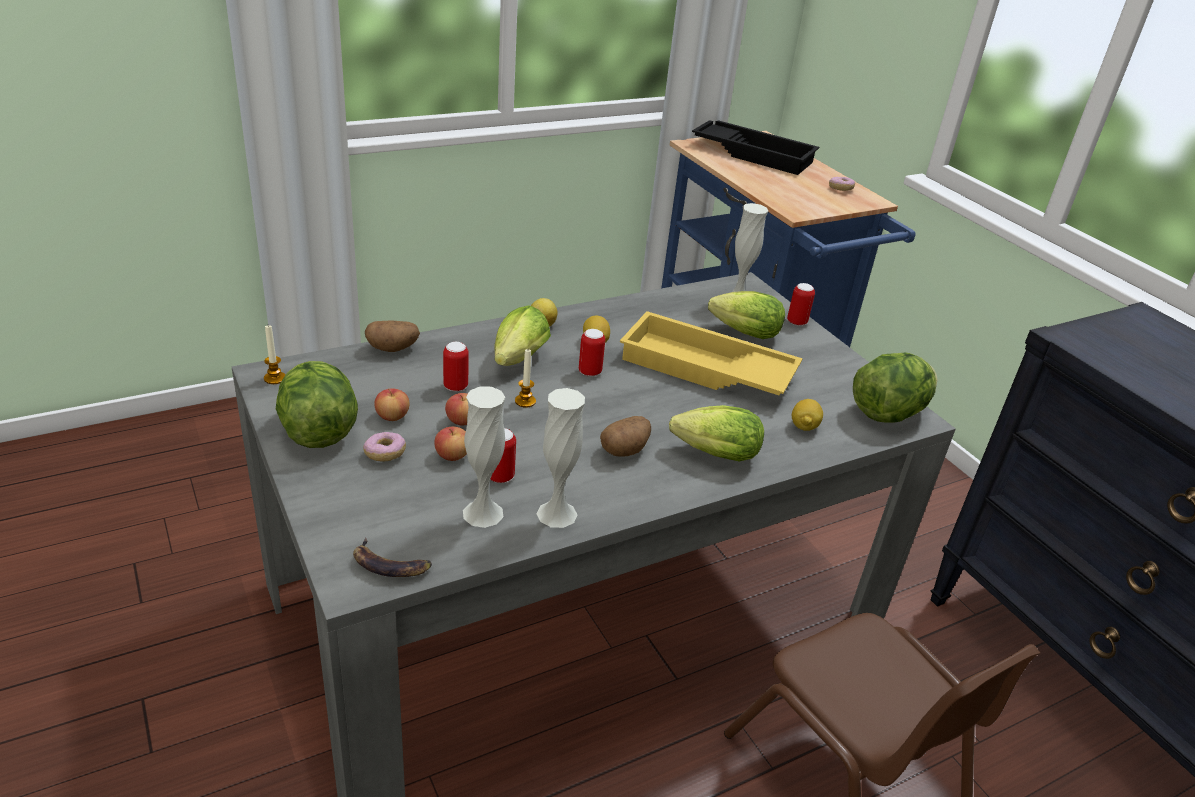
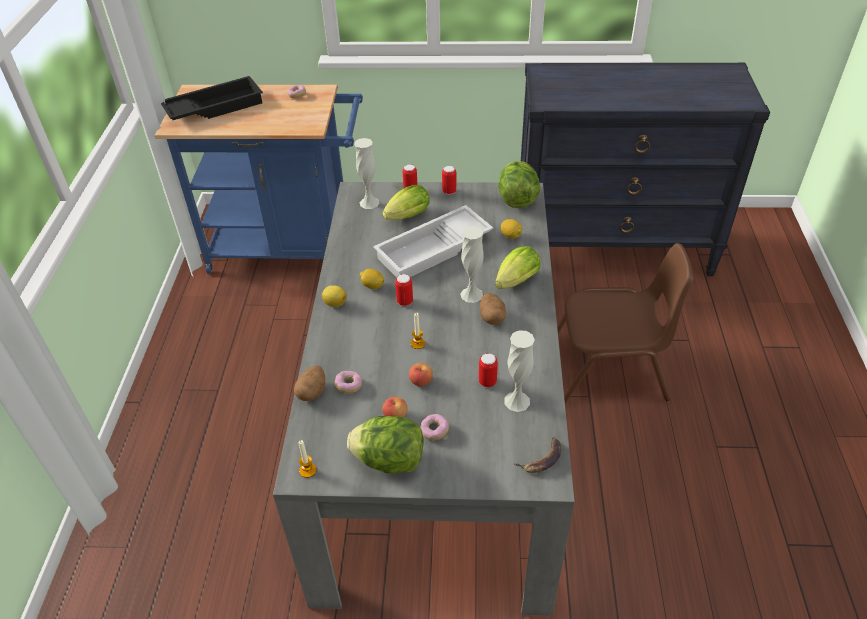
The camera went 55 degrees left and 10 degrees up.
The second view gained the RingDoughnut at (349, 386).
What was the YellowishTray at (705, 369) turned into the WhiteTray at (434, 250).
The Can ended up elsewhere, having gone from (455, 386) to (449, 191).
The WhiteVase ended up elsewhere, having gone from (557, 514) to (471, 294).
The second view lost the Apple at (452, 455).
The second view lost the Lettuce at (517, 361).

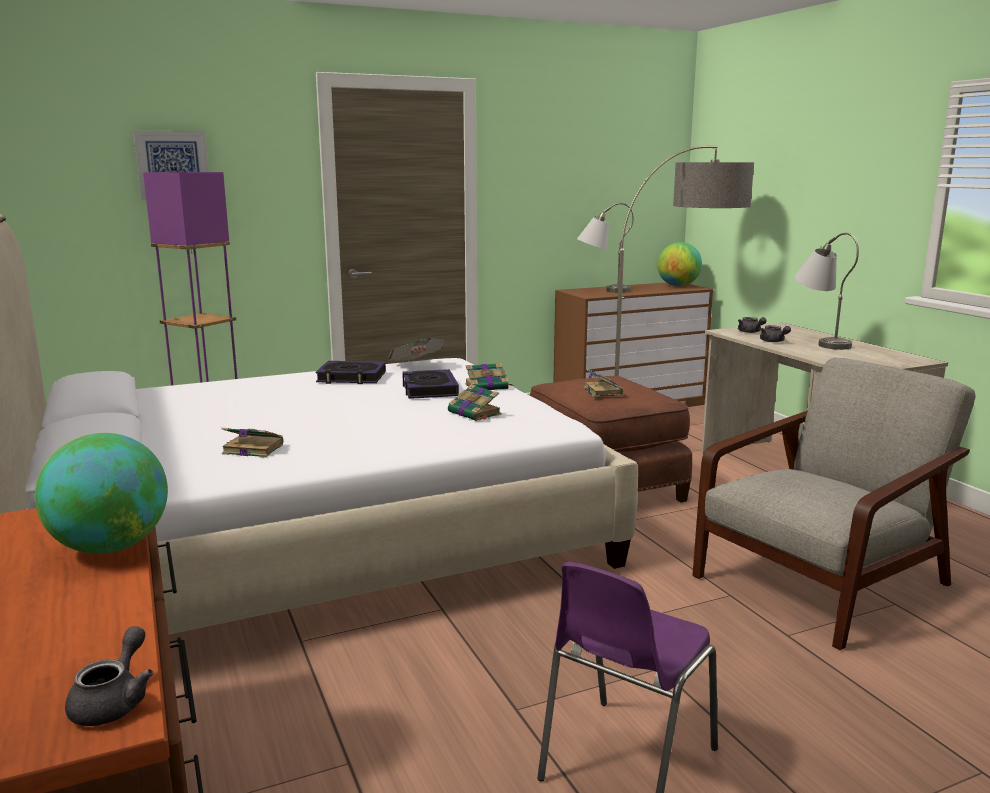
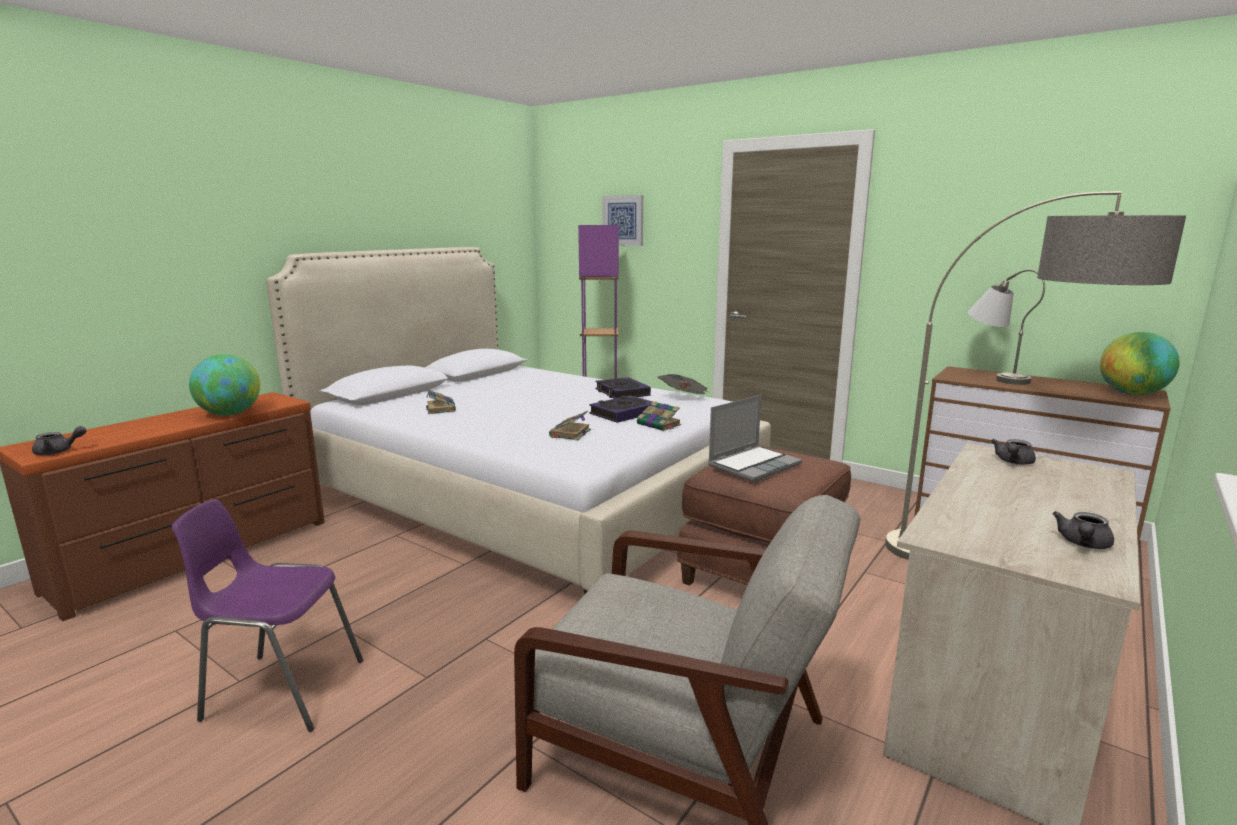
The camera went 60 degrees right and 0 degrees up.
Where the Volume stood at (602, 391), the Laptop came to stand at (754, 465).
The GreyishTeapot ended up elsewhere, having gone from (773, 341) to (1083, 544).
The second view lost the GreyishTabletopLamp at (819, 342).

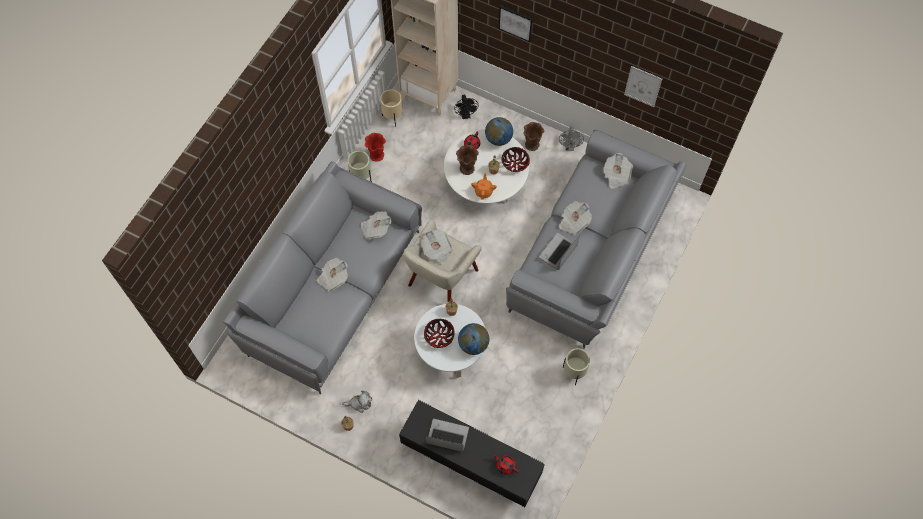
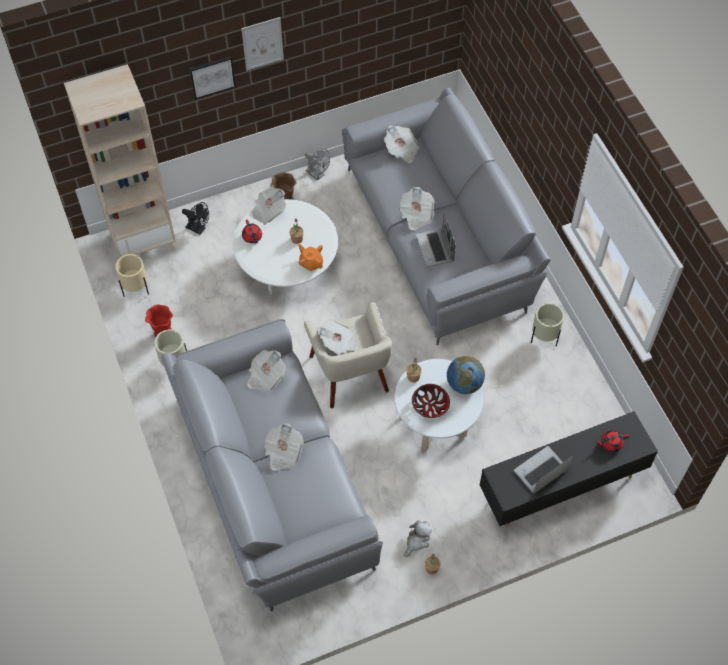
The camera went 50 degrees left and 5 degrees down.
The WallPicture ended up elsewhere, having gone from (643, 86) to (262, 43).
Where the WorldGlobe stood at (498, 139), the Newspaper came to stand at (268, 211).
The second view lost the BrownishVase at (467, 168).
The second view lost the Bowl at (515, 164).

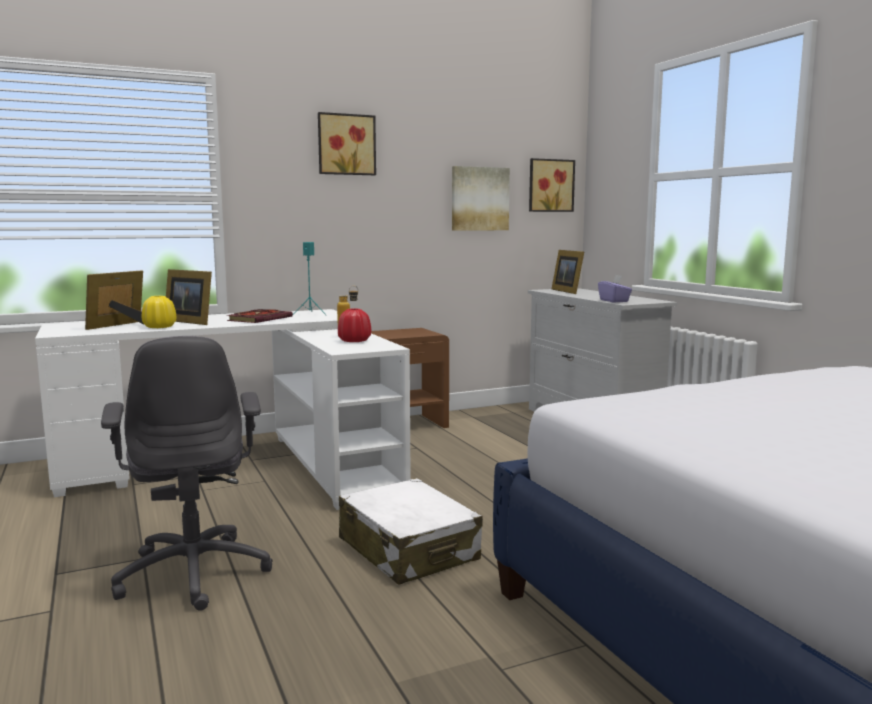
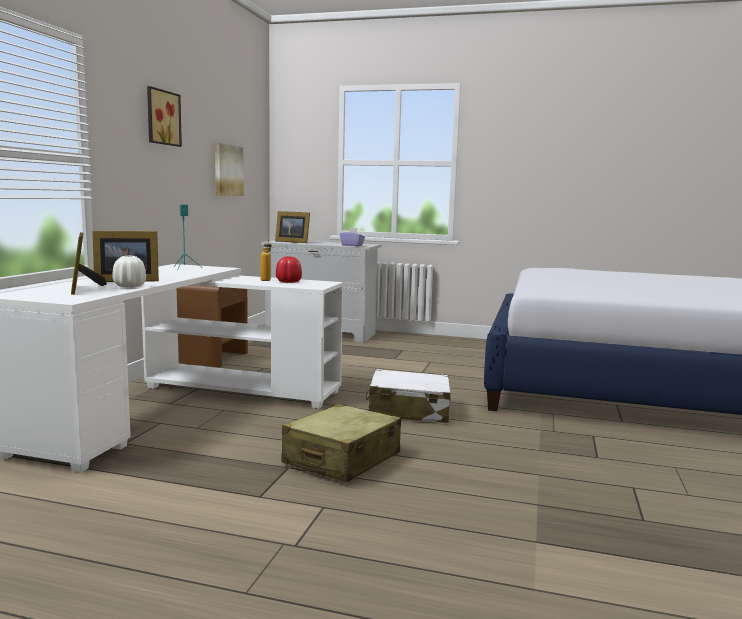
The camera went 50 degrees left and 0 degrees up.
What was the YellowishVase at (159, 327) turned into the WhiteVase at (130, 286).
Where the GreyishDeskChair stood at (194, 572), the BeigeTravelCase came to stand at (341, 459).
The second view lost the Volume at (260, 319).
The second view lost the WallPicture at (550, 185).

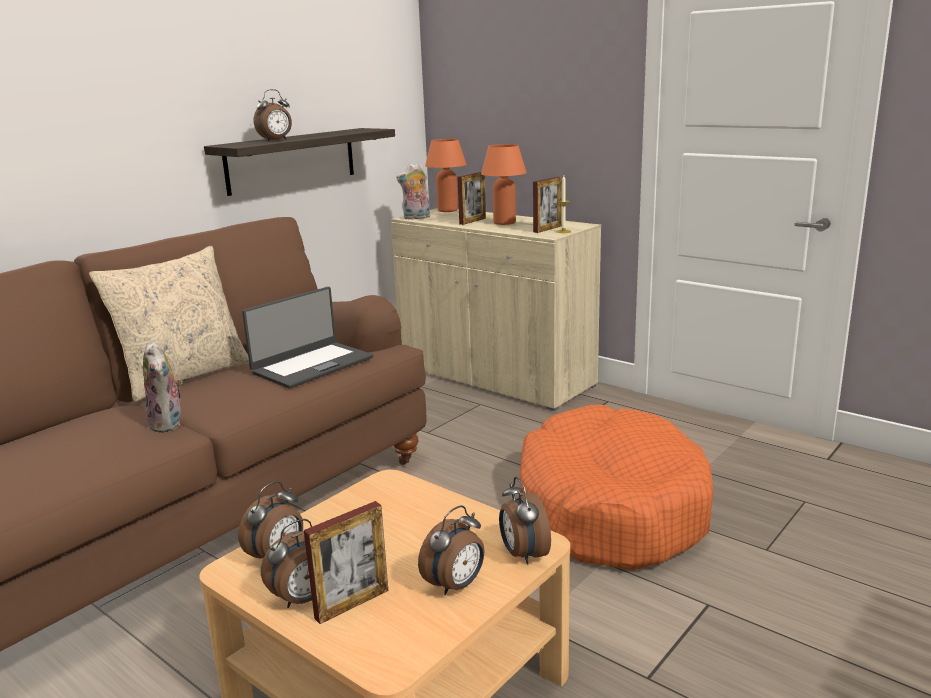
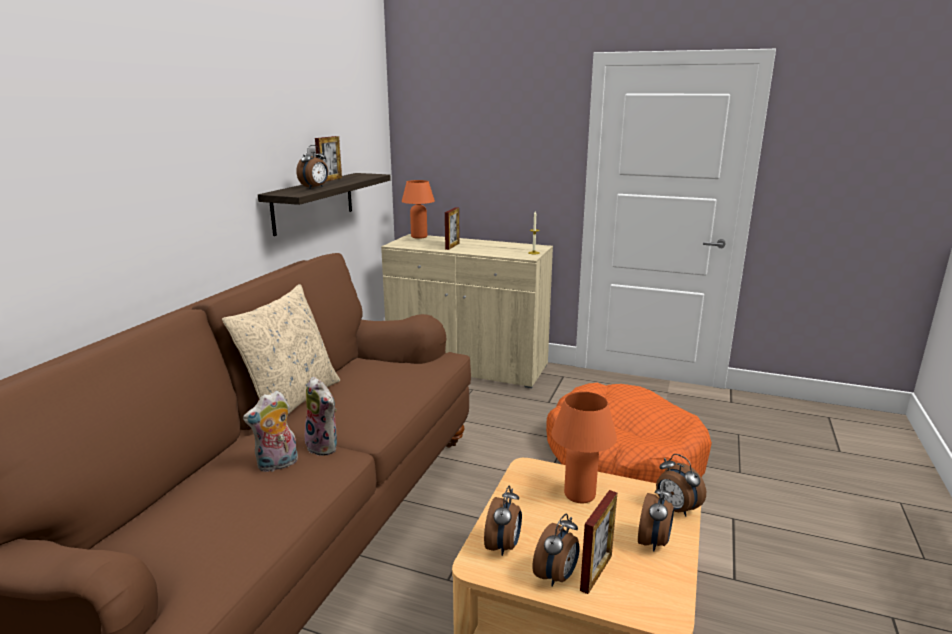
The camera went 20 degrees left and 0 degrees up.
The PlushToy ended up elsewhere, having gone from (416, 218) to (277, 465).
The StandingFrame ended up elsewhere, having gone from (547, 229) to (330, 180).
The OrangeyTabletopLamp ended up elsewhere, having gone from (504, 223) to (579, 495).
The second view lost the Laptop at (312, 365).

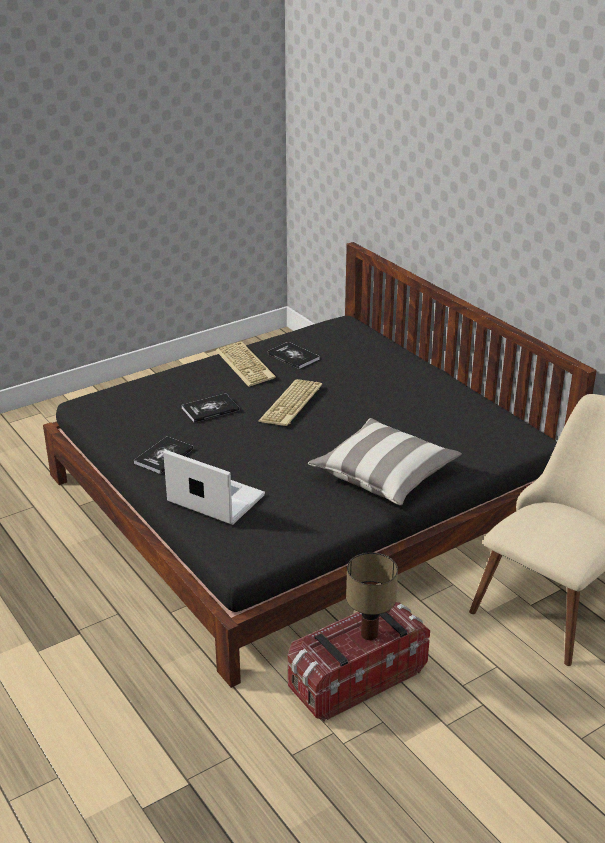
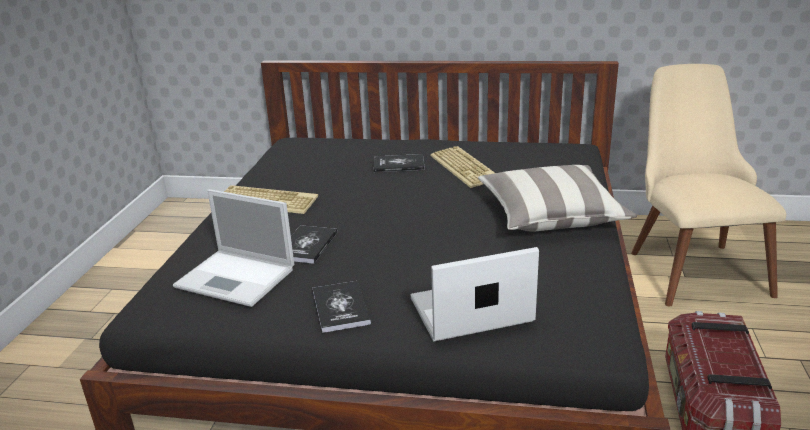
The camera went 45 degrees left and 5 degrees down.
The second view gained the Laptop at (237, 278).
The Volume ended up elsewhere, having gone from (293, 356) to (398, 164).
The ComputerKeyboard ended up elsewhere, having gone from (292, 404) to (465, 168).
The second view lost the TabletopLamp at (368, 634).

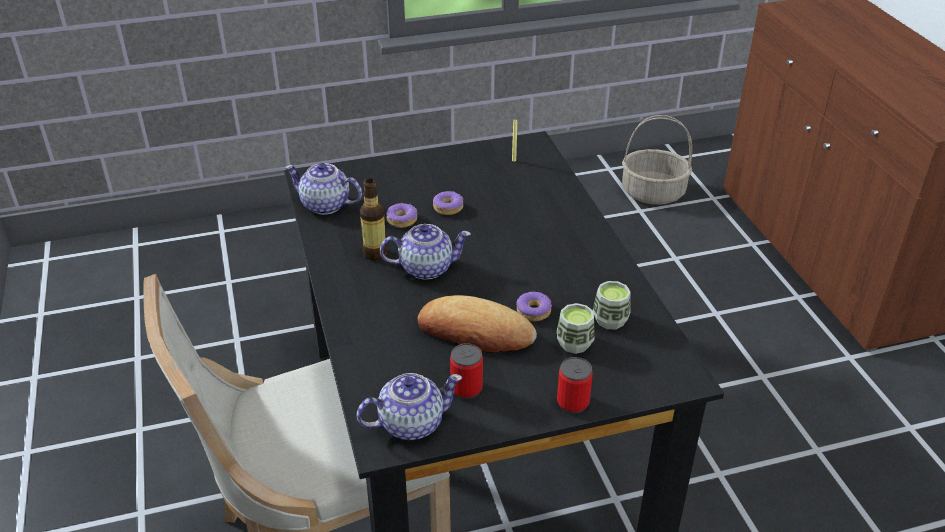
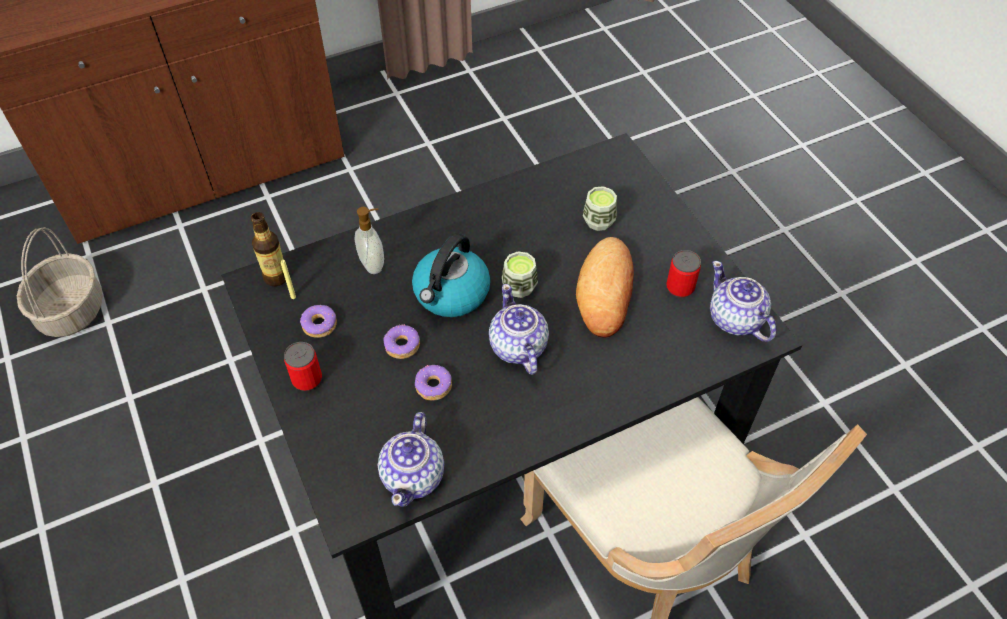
The camera went 100 degrees left and 15 degrees up.
The Bottle ended up elsewhere, having gone from (375, 253) to (276, 277).
The Can ended up elsewhere, having gone from (573, 402) to (307, 379).
The RingDoughnut ended up elsewhere, having gone from (533, 311) to (320, 325).
The second view gained the SoapDispenser at (373, 264).
The second view gained the TeaKettle at (451, 294).
The SmallCup ended up elsewhere, having gone from (610, 320) to (519, 286).

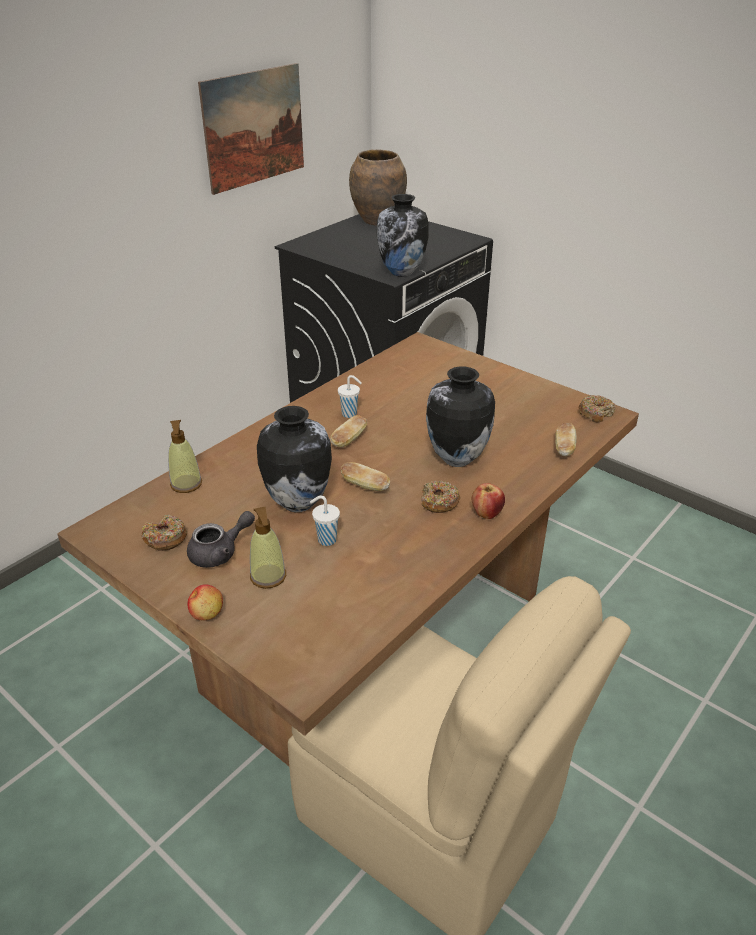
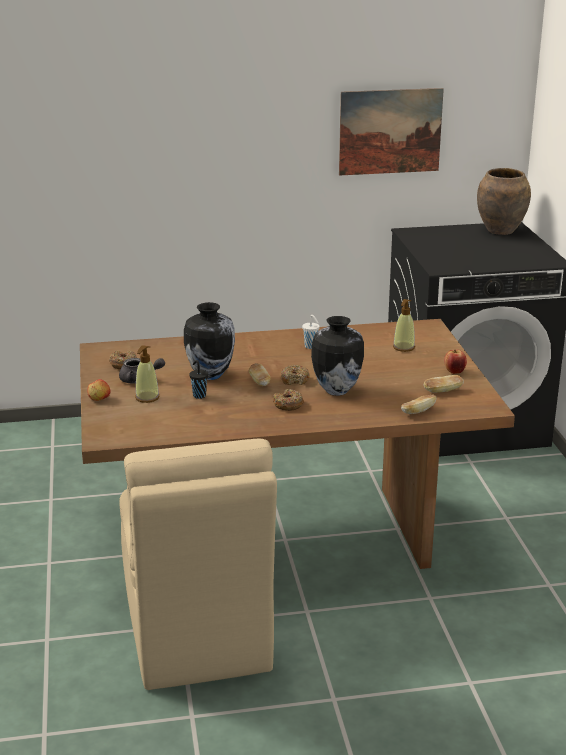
The camera went 40 degrees right and 10 degrees down.
What was the WhiteSmallCup at (326, 539) turned into the BlackishSmallCup at (199, 395).
The RingDoughnut ended up elsewhere, having gone from (595, 413) to (295, 380).
The SoapDispenser ended up elsewhere, having gone from (186, 484) to (403, 347).
The Bread ended up elsewhere, having gone from (349, 440) to (443, 391).
The Apple ended up elsewhere, having gone from (486, 514) to (454, 372).
The second view lost the Vase at (402, 273).

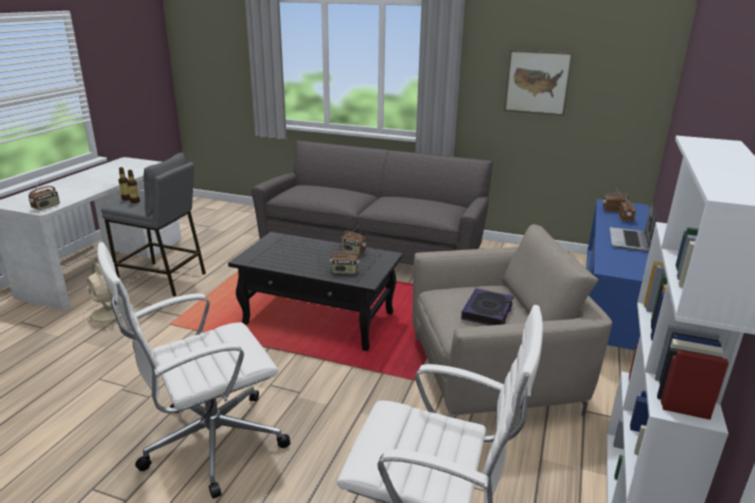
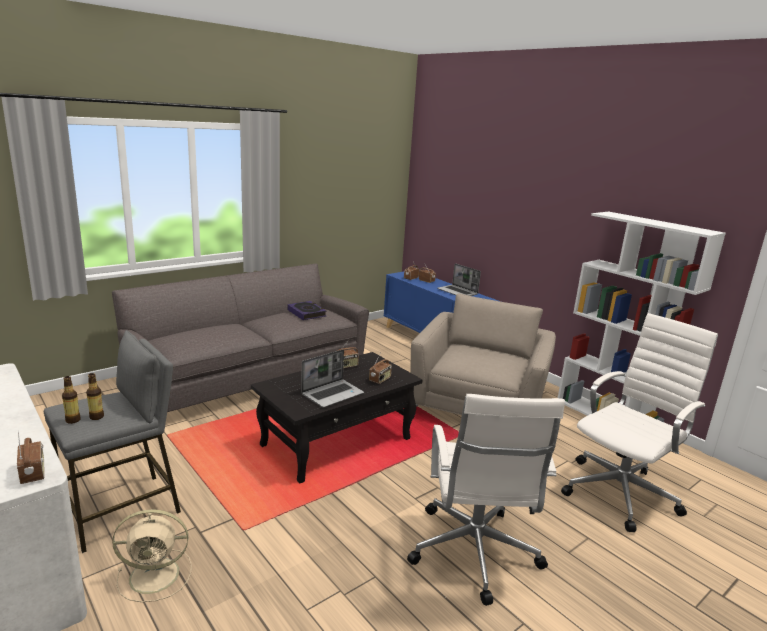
The camera went 60 degrees left and 5 degrees down.
The Volume ended up elsewhere, having gone from (487, 312) to (306, 313).
The second view gained the Laptop at (333, 394).
The second view lost the WallPicture at (537, 82).

